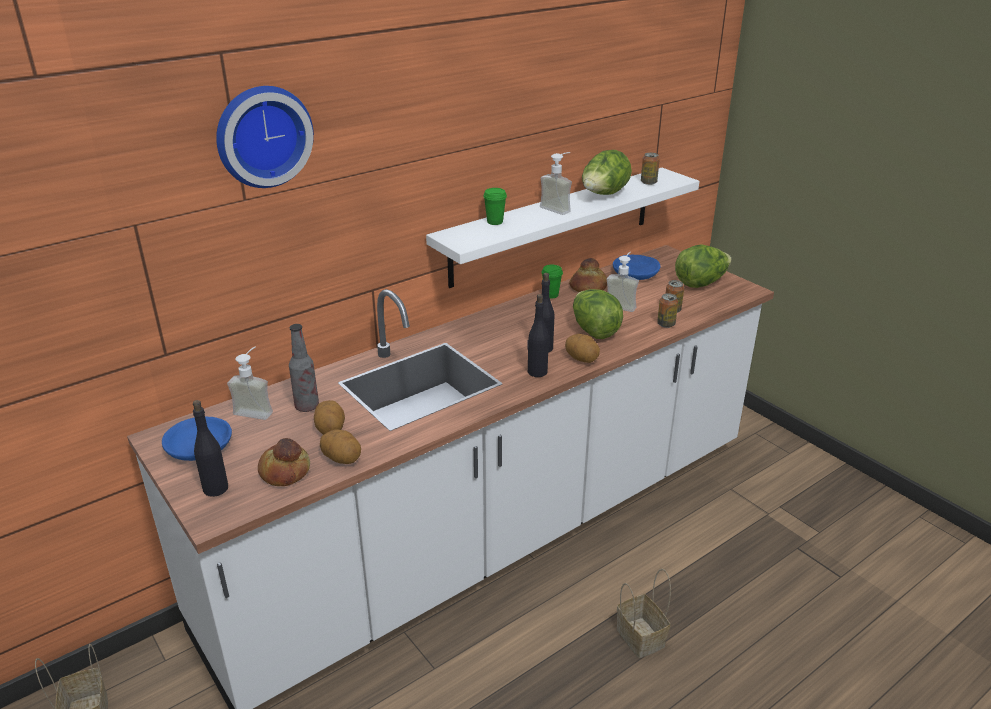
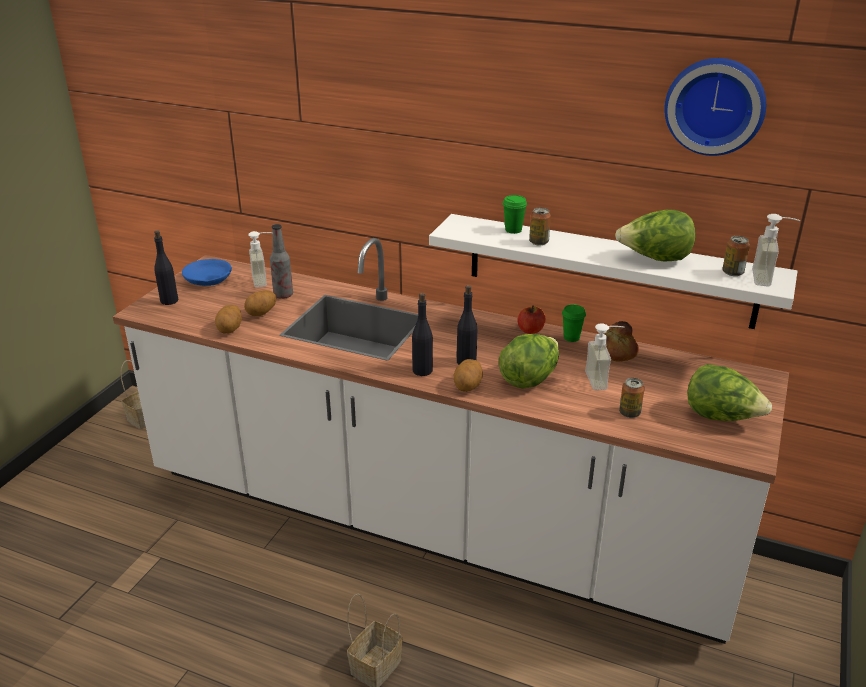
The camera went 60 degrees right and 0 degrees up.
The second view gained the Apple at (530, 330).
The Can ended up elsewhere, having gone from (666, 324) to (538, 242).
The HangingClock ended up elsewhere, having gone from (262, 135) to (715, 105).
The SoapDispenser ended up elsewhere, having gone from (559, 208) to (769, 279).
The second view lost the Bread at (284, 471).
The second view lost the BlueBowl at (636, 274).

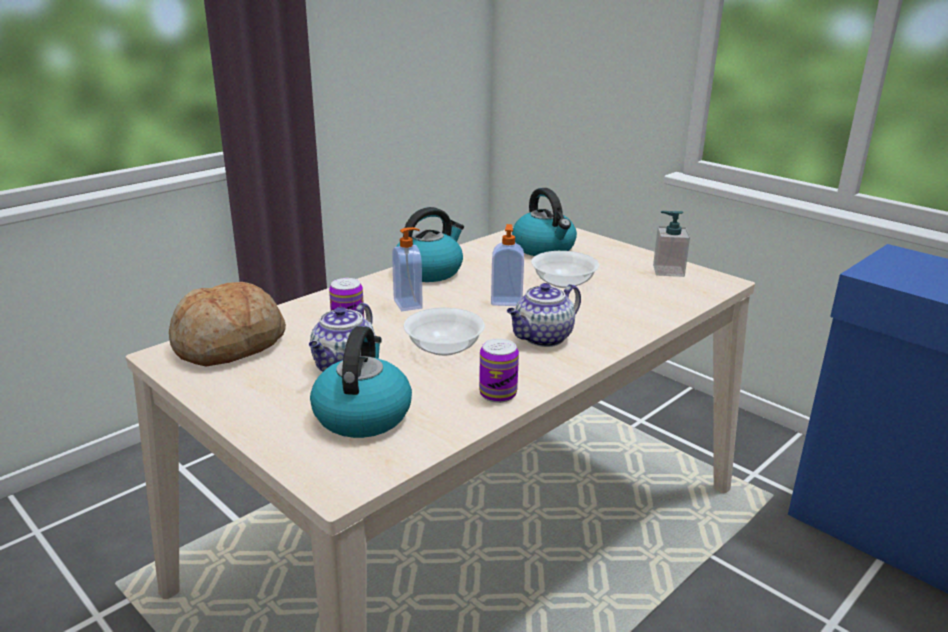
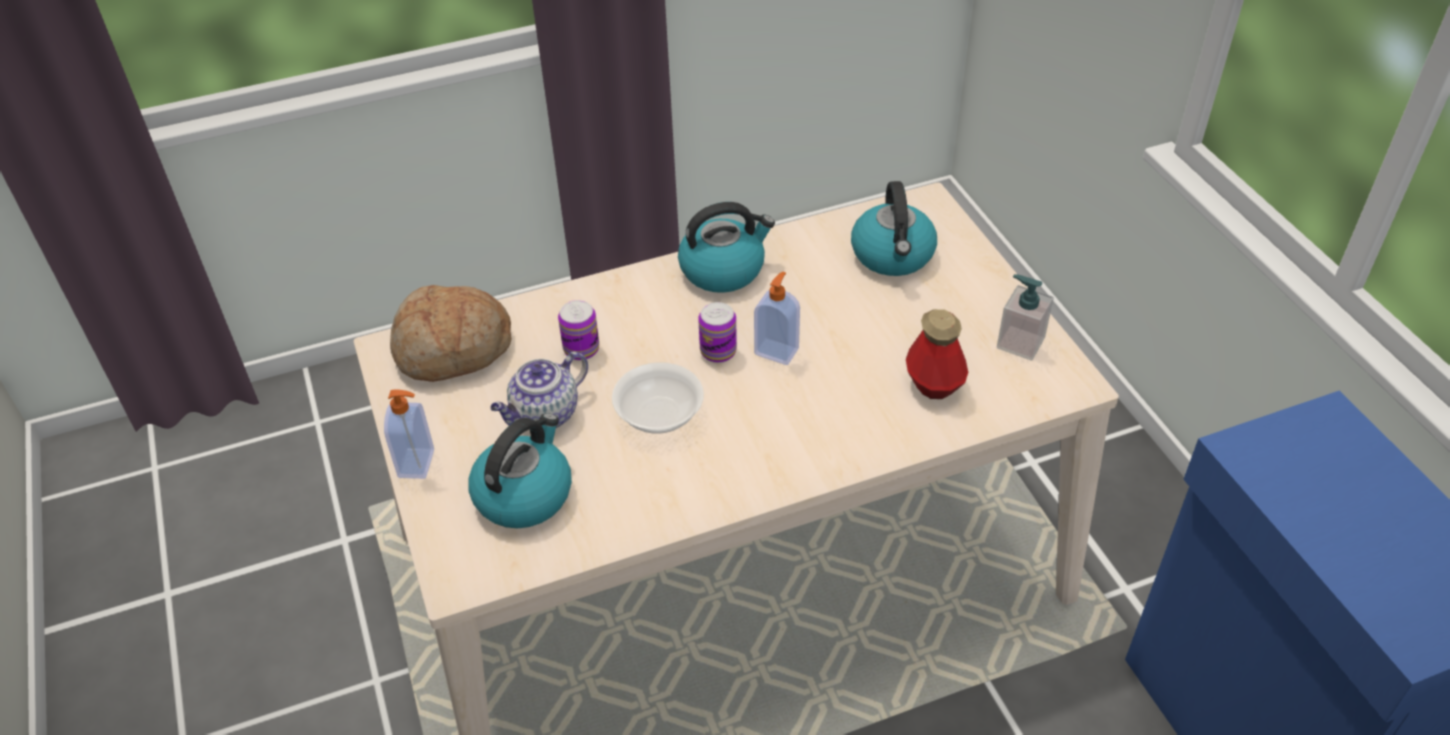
The camera went 25 degrees right and 20 degrees up.
The SoapDispenser ended up elsewhere, having gone from (409, 304) to (418, 463).
The Can ended up elsewhere, having gone from (498, 394) to (718, 351).
The second view gained the Bottle at (934, 384).
The second view lost the Teapot at (542, 338).
The second view lost the Bowl at (564, 282).

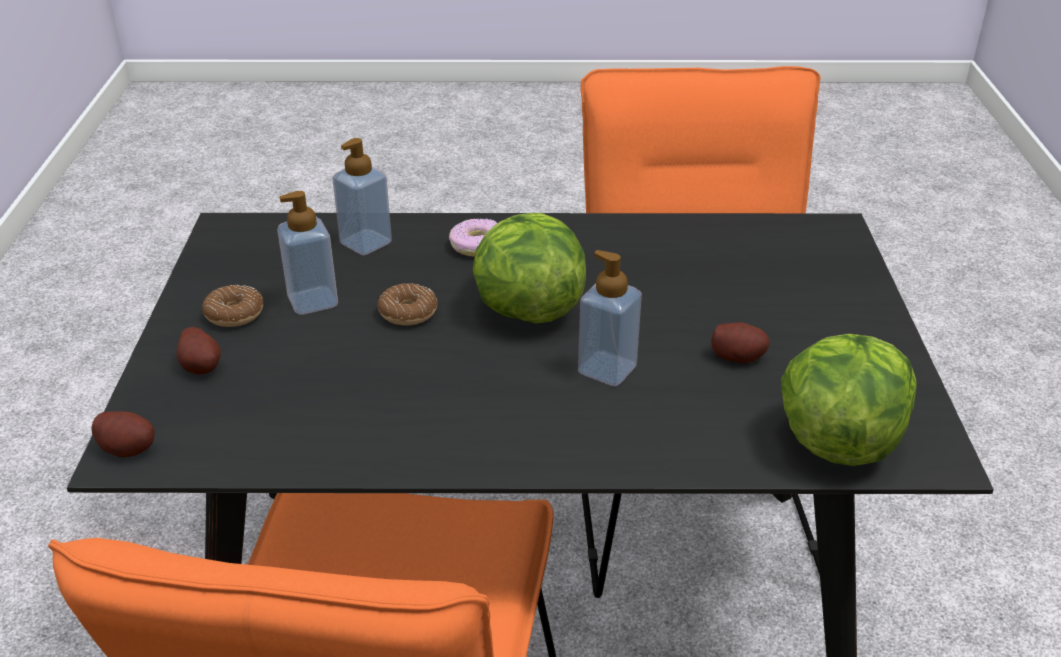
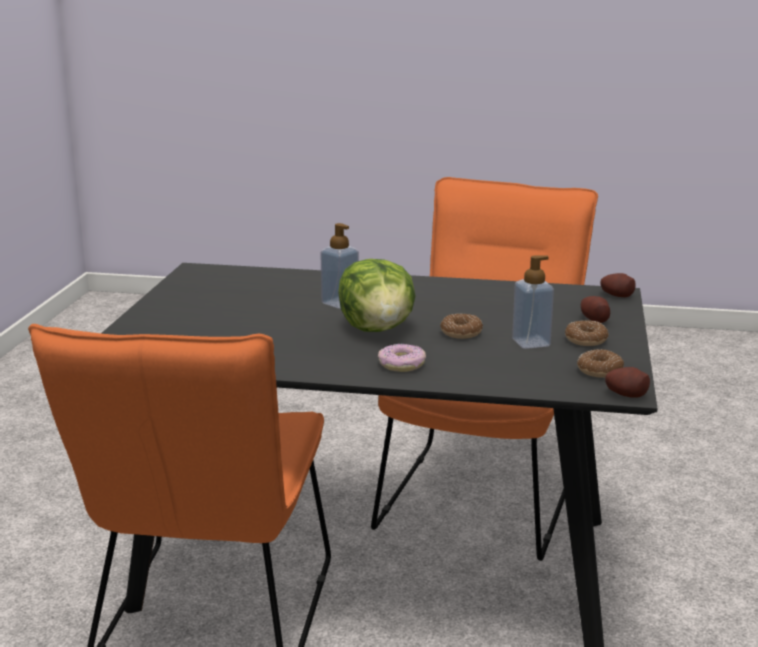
The camera went 170 degrees left and 15 degrees down.
The second view gained the RingDoughnut at (599, 371).
The WholePotato ended up elsewhere, having gone from (738, 356) to (625, 394).
The second view lost the SoapDispenser at (366, 243).
The second view lost the Lettuce at (838, 440).

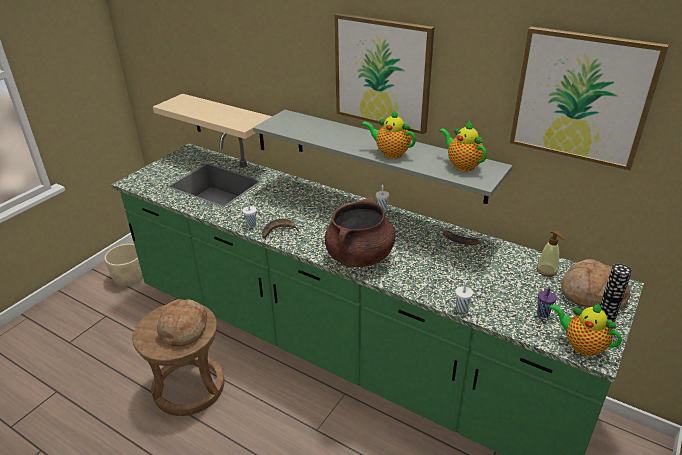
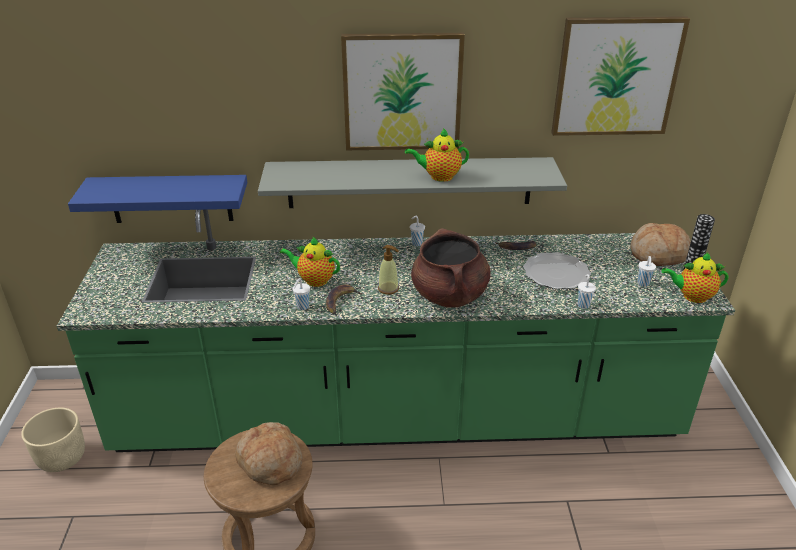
The camera went 35 degrees left and 0 degrees up.
What was the BeigeBracketShelf at (228, 122) turned into the BlueBracketShelf at (171, 198).
The Teapot ended up elsewhere, having gone from (462, 165) to (314, 280).
The SoapDispenser ended up elsewhere, having gone from (546, 270) to (388, 288).
The second view gained the Plate at (555, 274).
What was the PurpleColouredSmallCup at (542, 314) turned into the WhiteSmallCup at (643, 284).

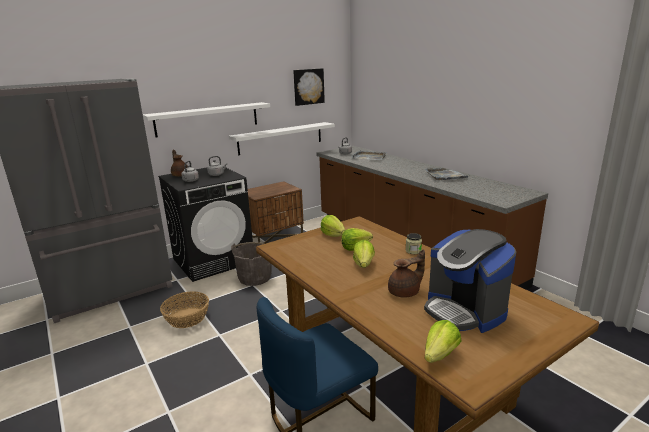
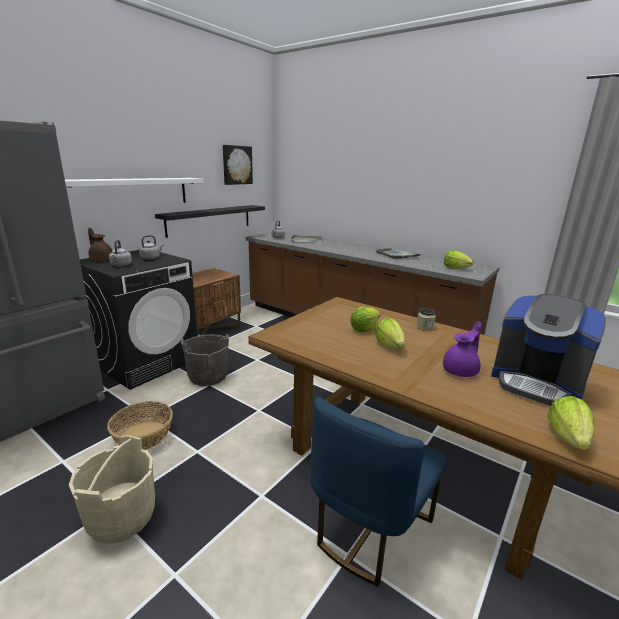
The camera went 20 degrees left and 0 degrees up.
The second view gained the BeigeWaterBucket at (121, 516).
What was the WhiteBracketShelf at (280, 138) turned into the BlackishBracketShelf at (210, 220).
What was the BrownishTeapot at (405, 292) turned into the PurpleColouredTeapot at (461, 371).
The Lettuce ended up elsewhere, having gone from (333, 235) to (455, 268).

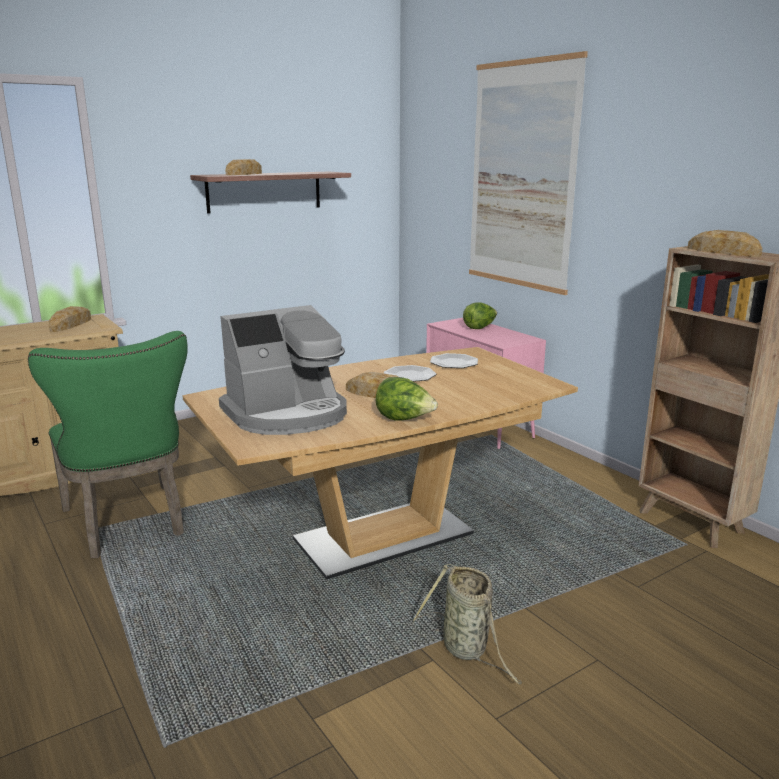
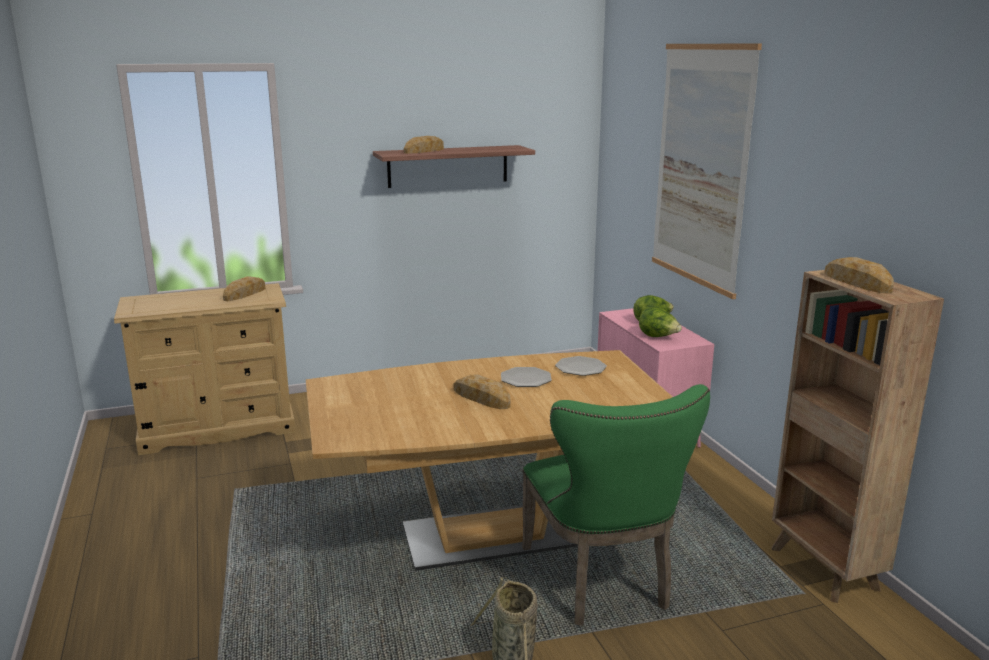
The camera went 15 degrees right and 0 degrees up.
The GreenishUprightChair ended up elsewhere, having gone from (129, 524) to (602, 584).
The Lettuce ended up elsewhere, having gone from (404, 420) to (658, 337).
The second view lost the CoffeeBrewer at (287, 414).

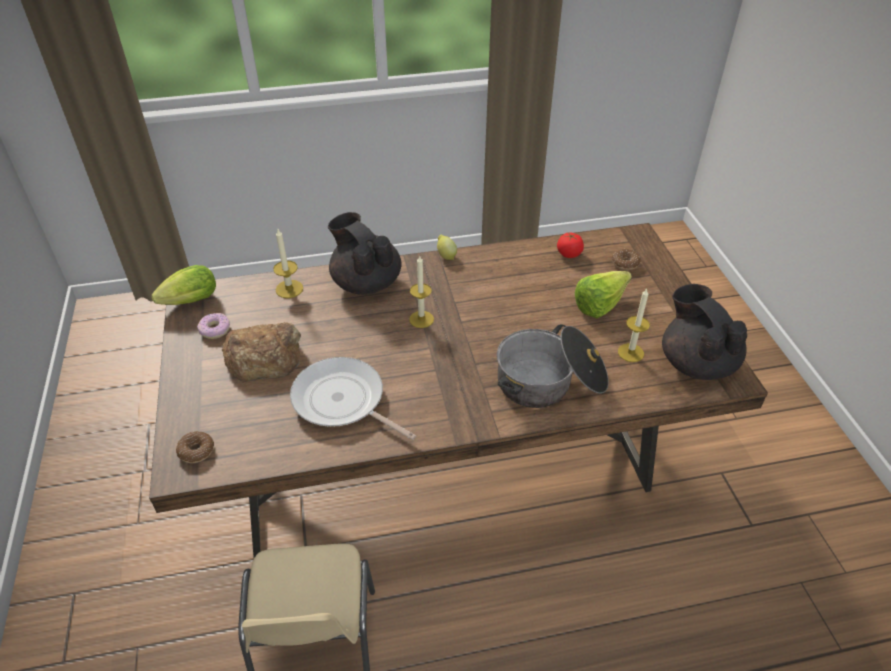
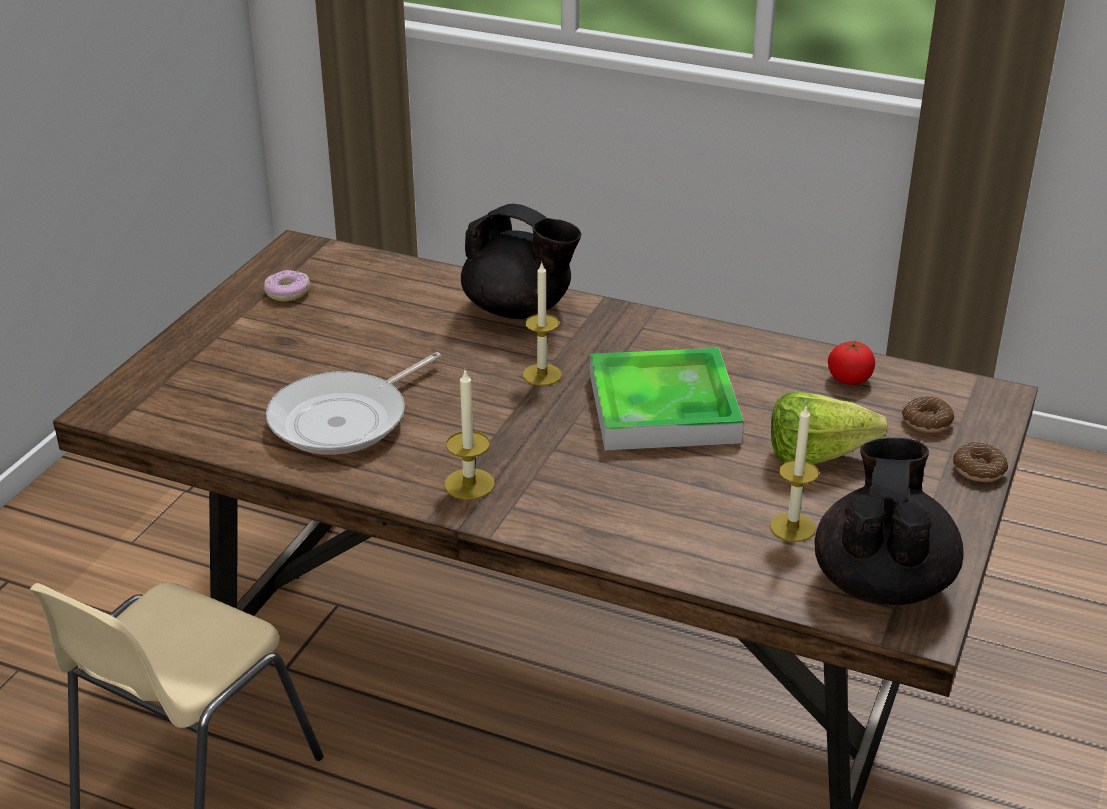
The camera went 35 degrees right and 10 degrees down.
The Skillet at (342, 401) ended up facing another way, 120 degrees counterclockwise from before.
The WaxLight ended up elsewhere, having gone from (289, 289) to (469, 484).
The BlackishTeapot at (366, 282) ended up facing another way, 120 degrees clockwise from before.
The second view gained the Tray at (663, 408).
The RingDoughnut ended up elsewhere, having gone from (196, 451) to (978, 470).
The second view lost the Lettuce at (188, 302).
The second view lost the Bread at (264, 357).
The second view lost the Lemon at (446, 256).
The second view lost the Stockpot at (550, 382).

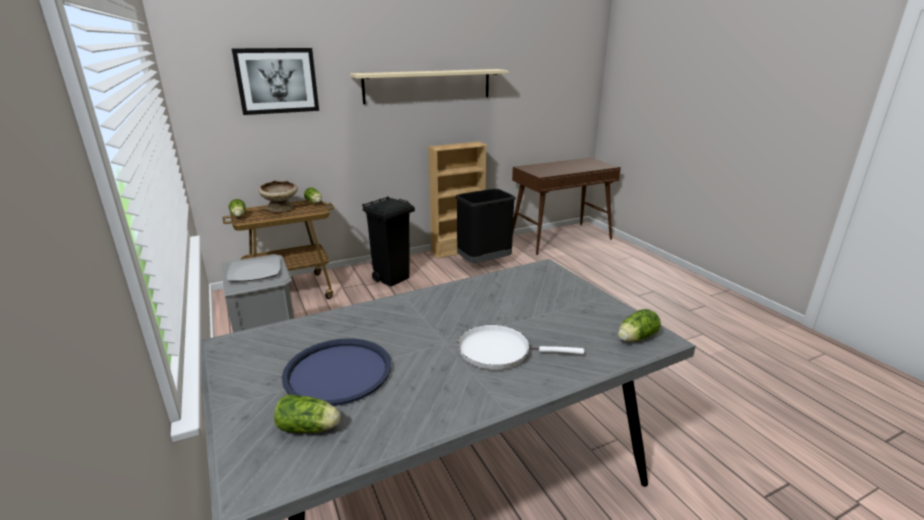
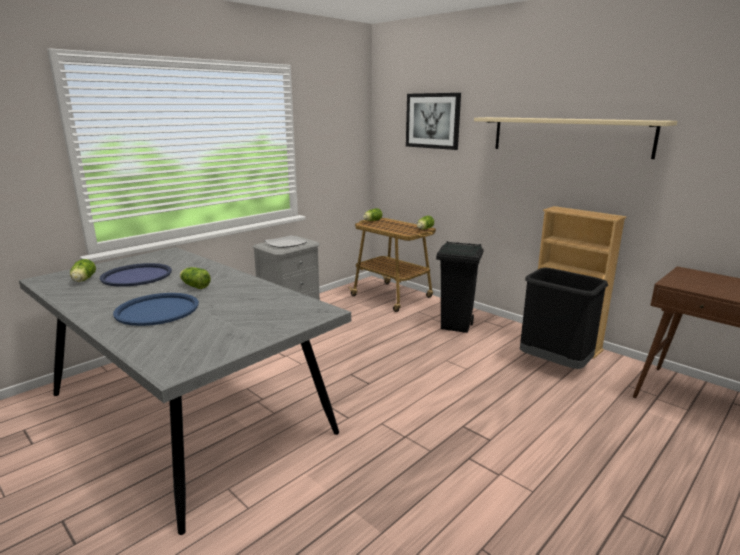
The camera went 70 degrees right and 5 degrees down.
Where the WhiteSkillet stood at (499, 351), the BlueTray came to stand at (157, 310).
The Lettuce ended up elsewhere, having gone from (635, 338) to (194, 286).
The second view lost the BeigeBowl at (281, 208).

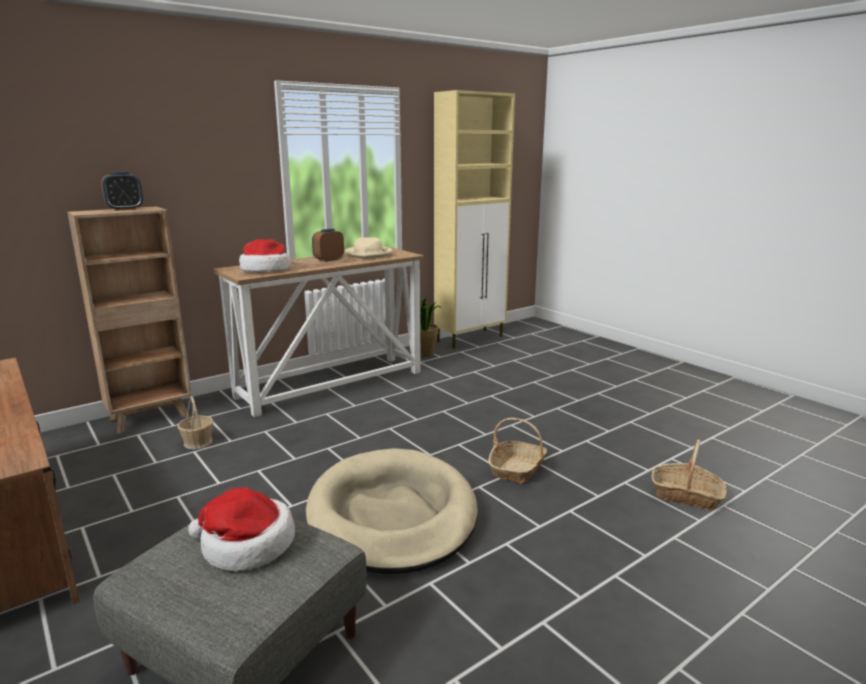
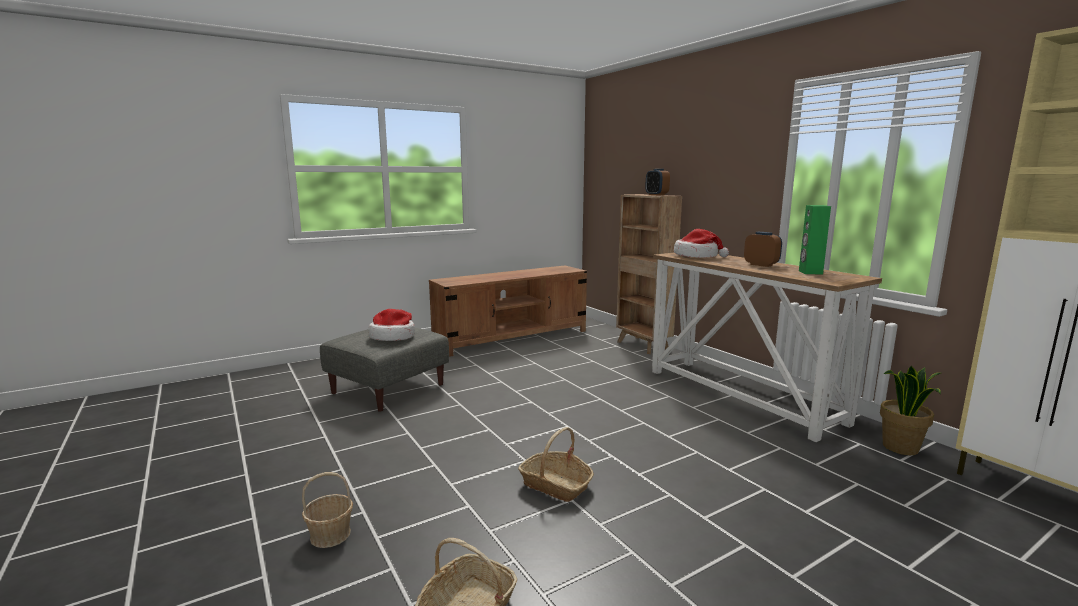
The camera went 95 degrees right and 5 degrees down.
The StorageBasket ended up elsewhere, having gone from (198, 442) to (330, 535).
Where the BeigeClothingHat stood at (369, 254), the GreenishLoudspeaker came to stand at (810, 272).
The second view lost the BeigeDogBed at (392, 515).

